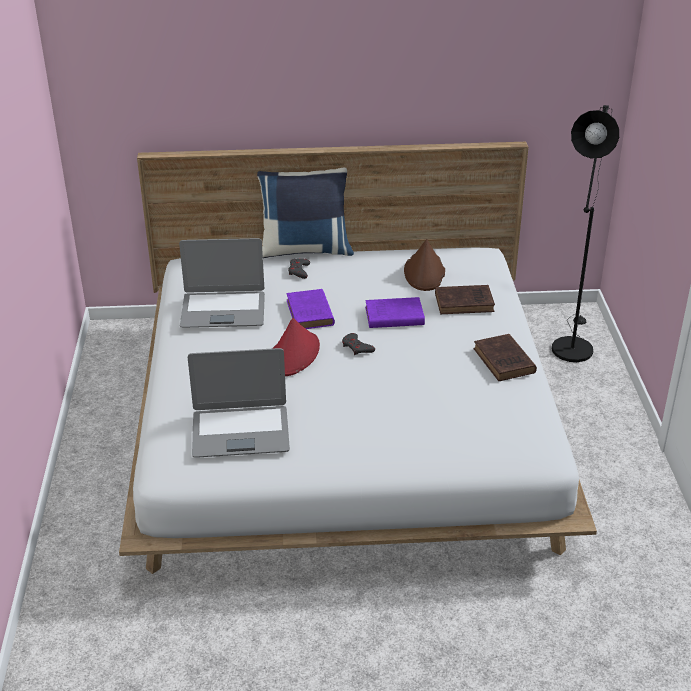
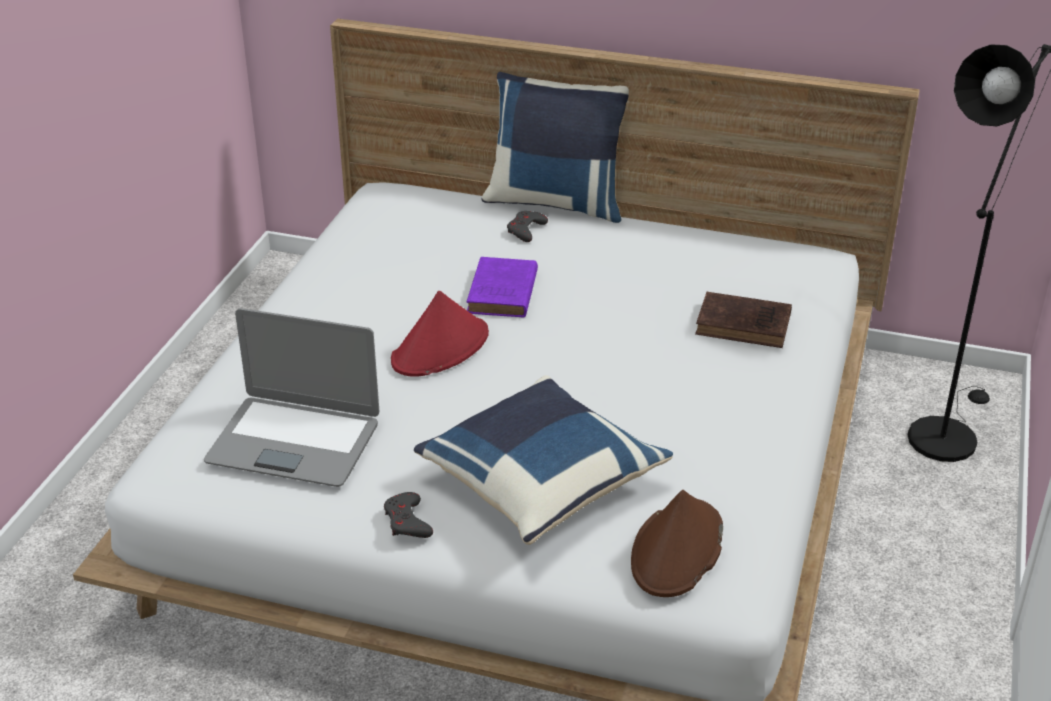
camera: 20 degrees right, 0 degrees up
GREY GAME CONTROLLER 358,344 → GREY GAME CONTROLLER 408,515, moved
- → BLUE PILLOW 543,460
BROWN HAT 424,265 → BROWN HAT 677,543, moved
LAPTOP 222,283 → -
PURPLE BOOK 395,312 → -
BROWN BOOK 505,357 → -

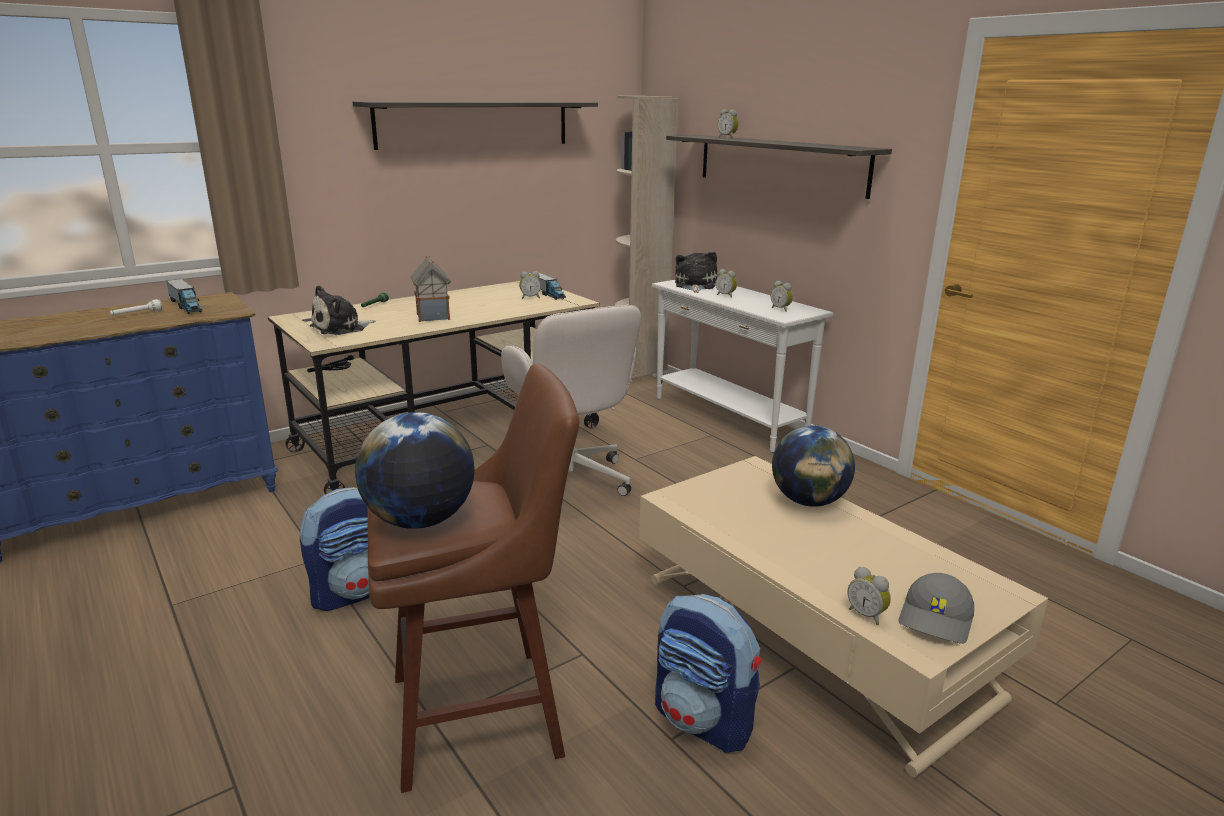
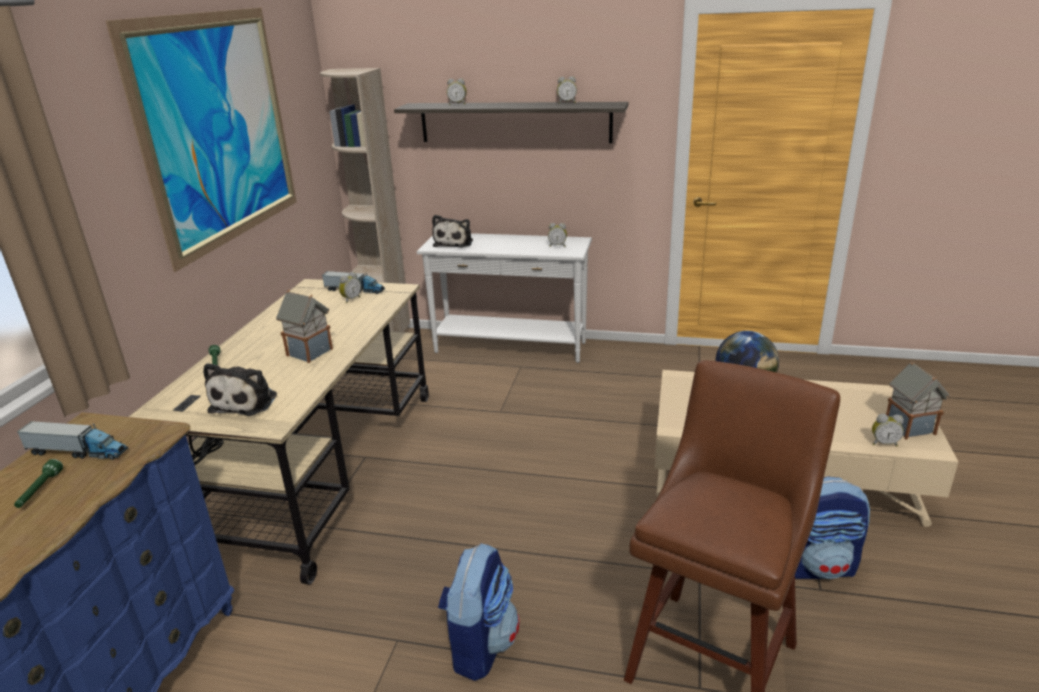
camera: 40 degrees left, 5 degrees up
WHITE FLASHLIGHT 135,307 → GREEN FLASHLIGHT 38,483
SHELF 475,126 → PICTURE 201,140
PLUSH TOY 696,272 → PLUSH TOY 452,231, 135 degrees counterclockwise
ALARM CLOCK 726,283 → ALARM CLOCK 567,90, moved
GREY CAP 936,608 → TOY HOUSE 917,401
GLOBE 414,470 → -
WHITE OFFICE CHAIR 571,407 → -

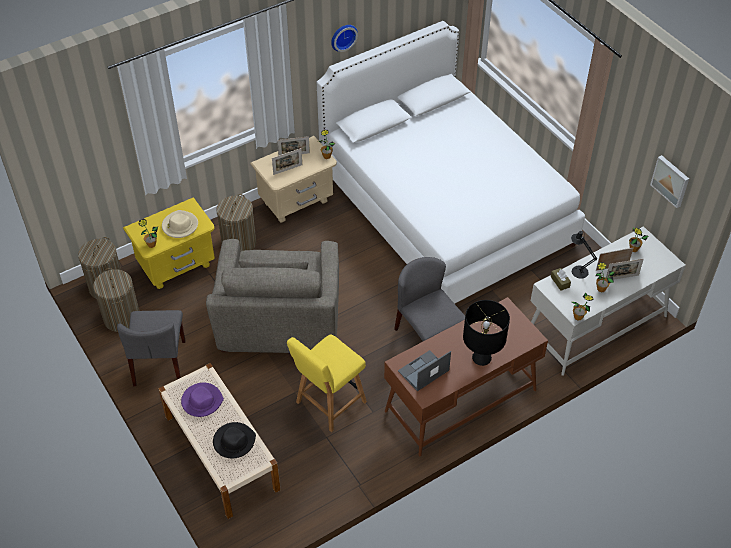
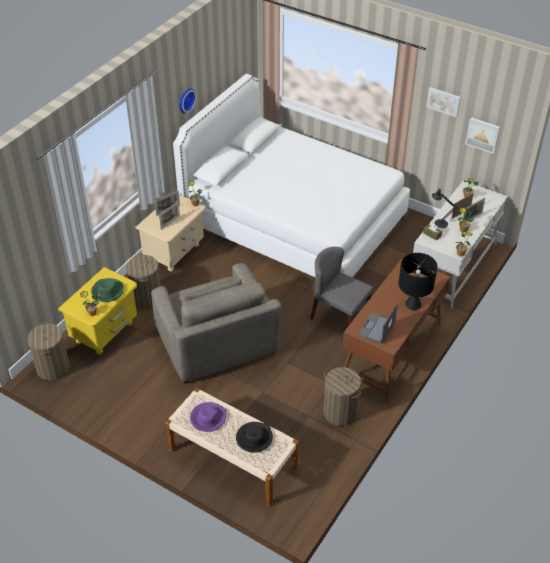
camera: 25 degrees left, 5 degrees down
BEIGE HAT 180,224 → GREEN HAT 107,290
LAUNDRY BASKET 116,300 → LAUNDRY BASKET 342,396, moved
- → PICTURE 443,102
GREY CHAIR 151,348 → -
YELLOW CHAIR 327,383 → -

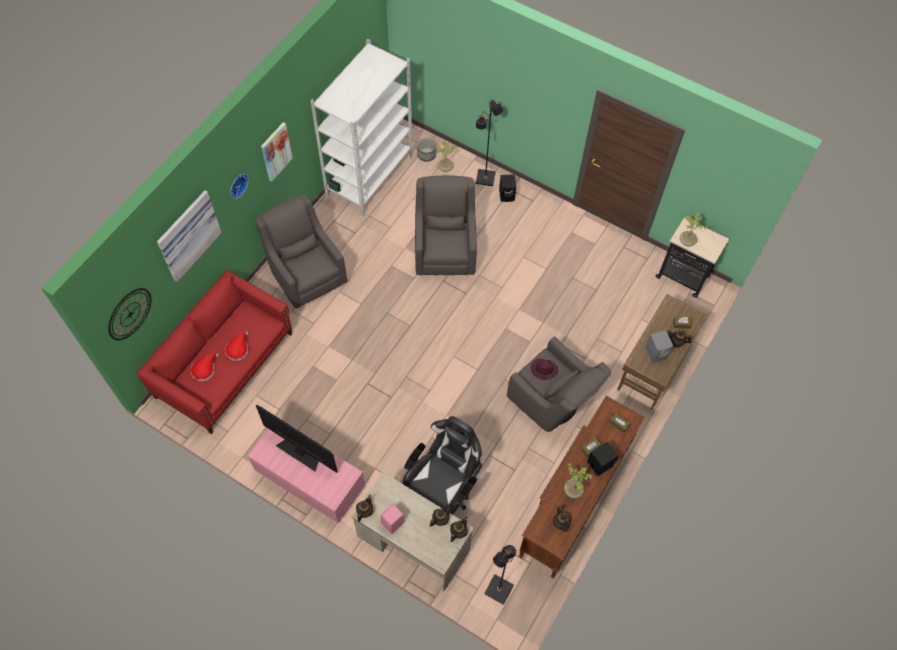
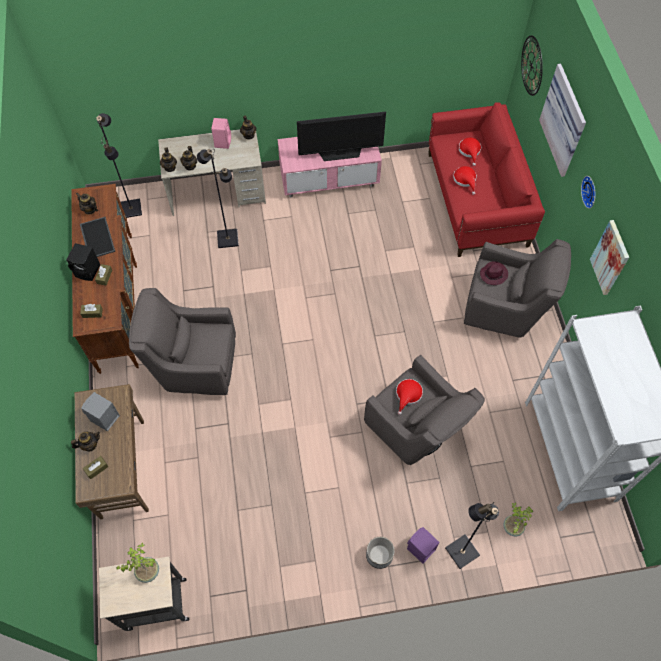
camera: 140 degrees right, 0 degrees up
POTTED PLANT 578,480 → TRAY 97,237
BLACK OFFICE CHAIR 442,465 → BLACK FLOOR LAMP 218,198
PLANTER 426,150 → PLANTER 380,553, moved
- → RED HAT 409,397
BLACK SPEAKER 507,188 → PURPLE SPEAKER 423,545
PURPLE HAT 544,369 → PURPLE HAT 494,273, moved

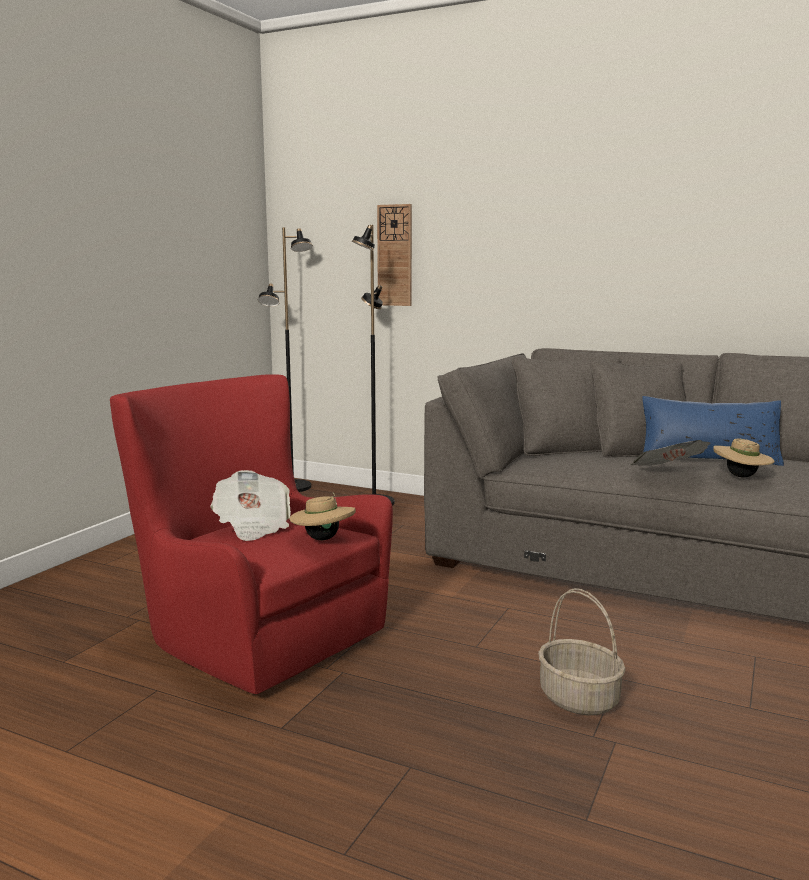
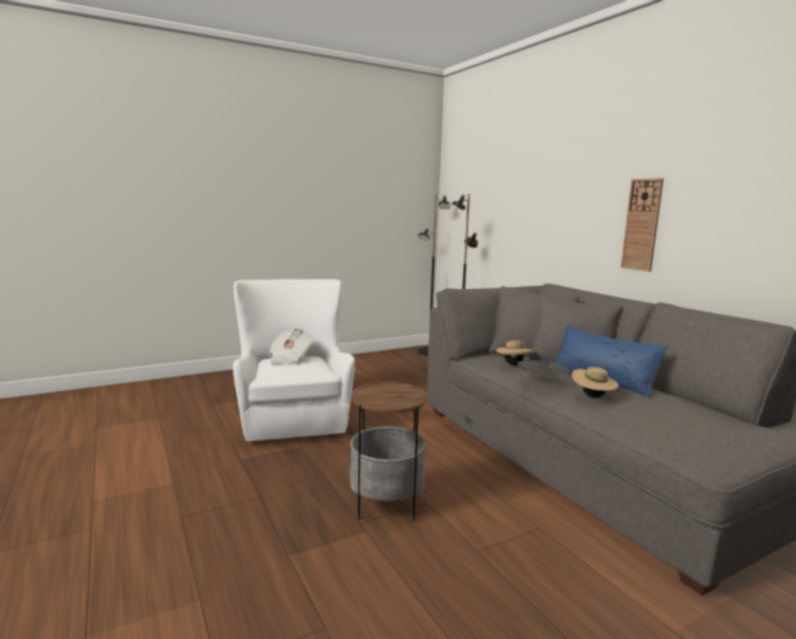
camera: 35 degrees right, 0 degrees up
RED ARMCHAIR 251,534 → WHITE ARMCHAIR 294,360
BASKET 582,652 → SIDE TABLE 388,451
BEIGE HAT 323,516 → BEIGE HAT 515,352, moved
WALL CLOCK 394,255 → WALL CLOCK 642,225, moved

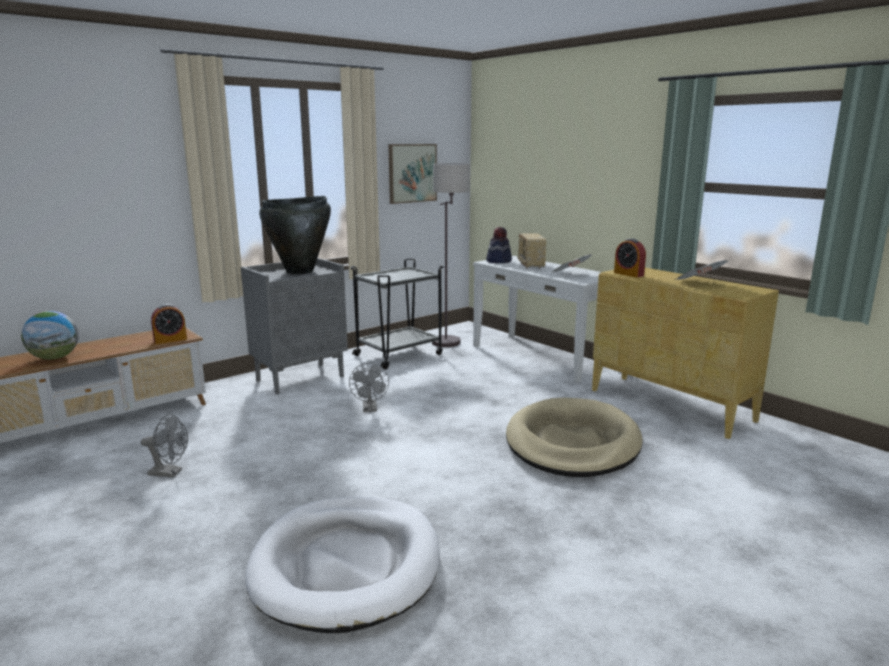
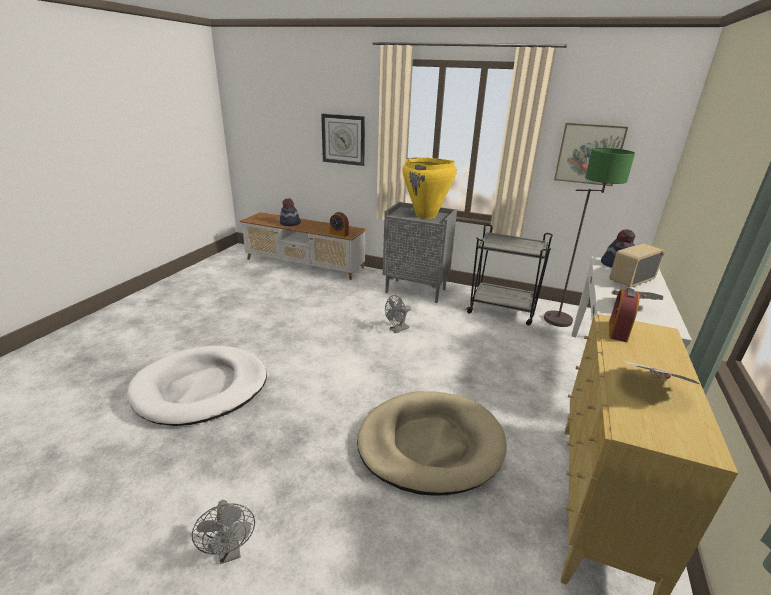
camera: 60 degrees right, 10 degrees up
GREY FAN 164,445 → GREY FAN 223,532, moved
GLOBE 50,335 → HAT 290,212
- → WALL CLOCK 343,140
BLACK VASE 295,235 → YELLOW VASE 429,188
GREY FLOOR LAMP 451,255 → GREEN FLOOR LAMP 589,237

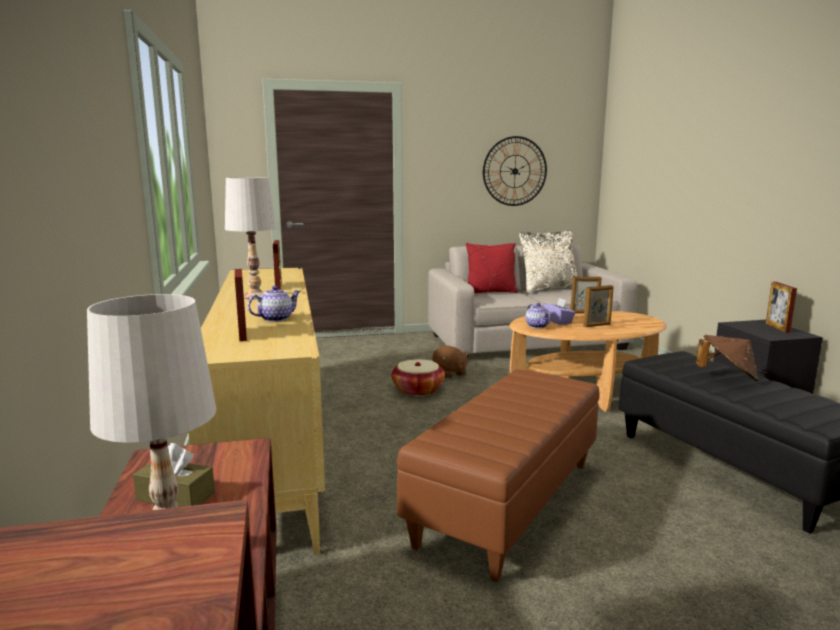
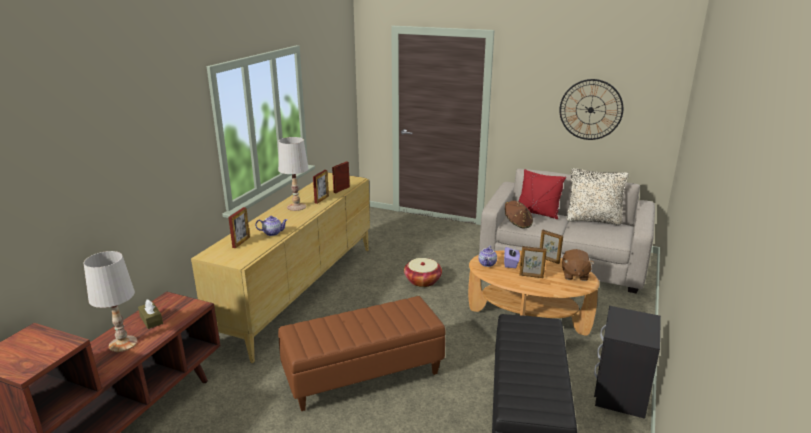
camera: 35 degrees right, 10 degrees up
PICTURE FRAME 781,307 → PICTURE FRAME 341,177, moved
BROWN HAT 727,358 → BROWN HAT 519,214, moved
BROWN PLUSH TOY 450,362 → BROWN PLUSH TOY 578,265, moved

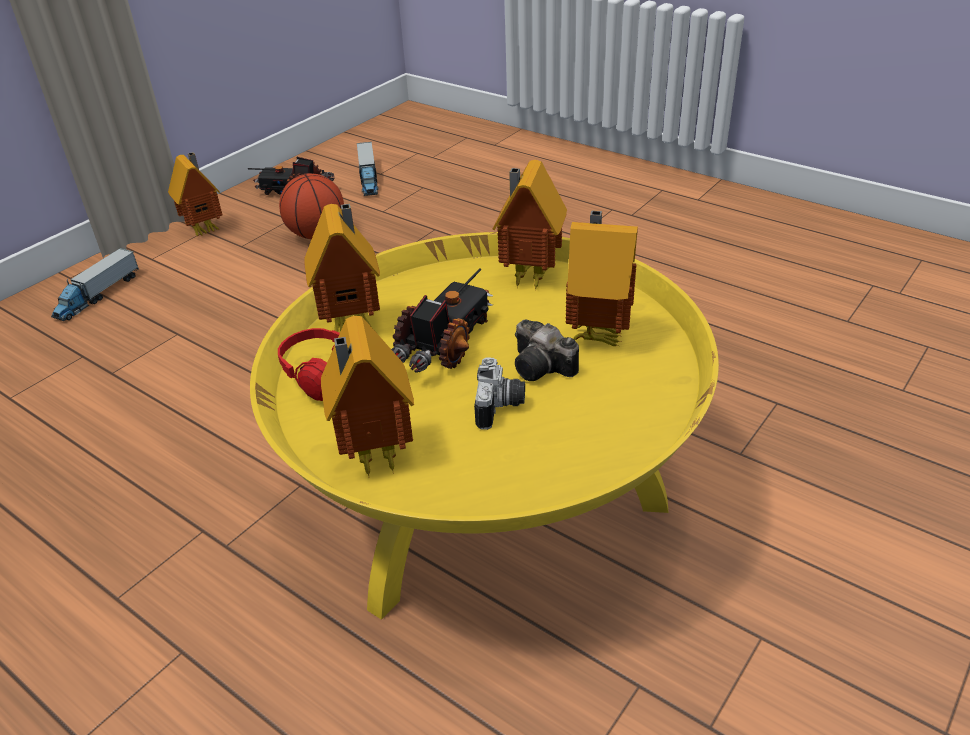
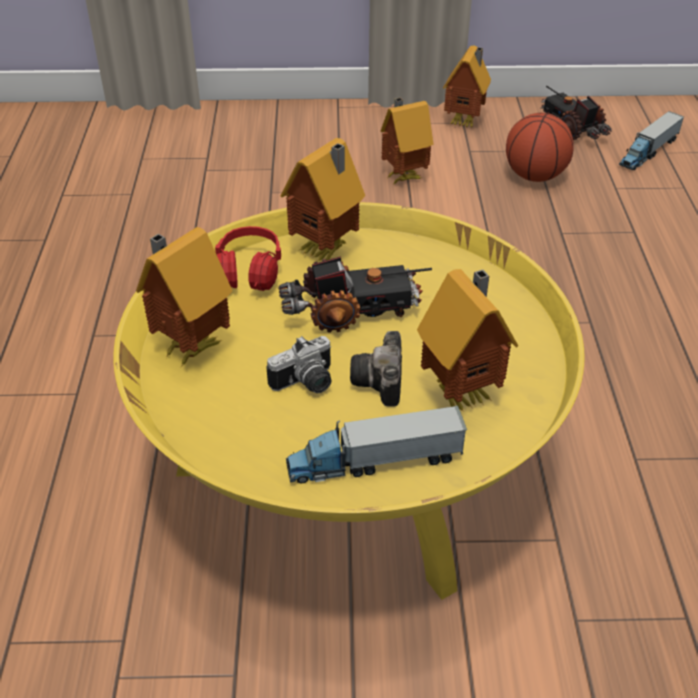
camera: 50 degrees right, 5 degrees up
TOY TRUCK 95,284 → TOY TRUCK 376,445, moved
TOY HOUSE 530,225 → TOY HOUSE 407,141, moved

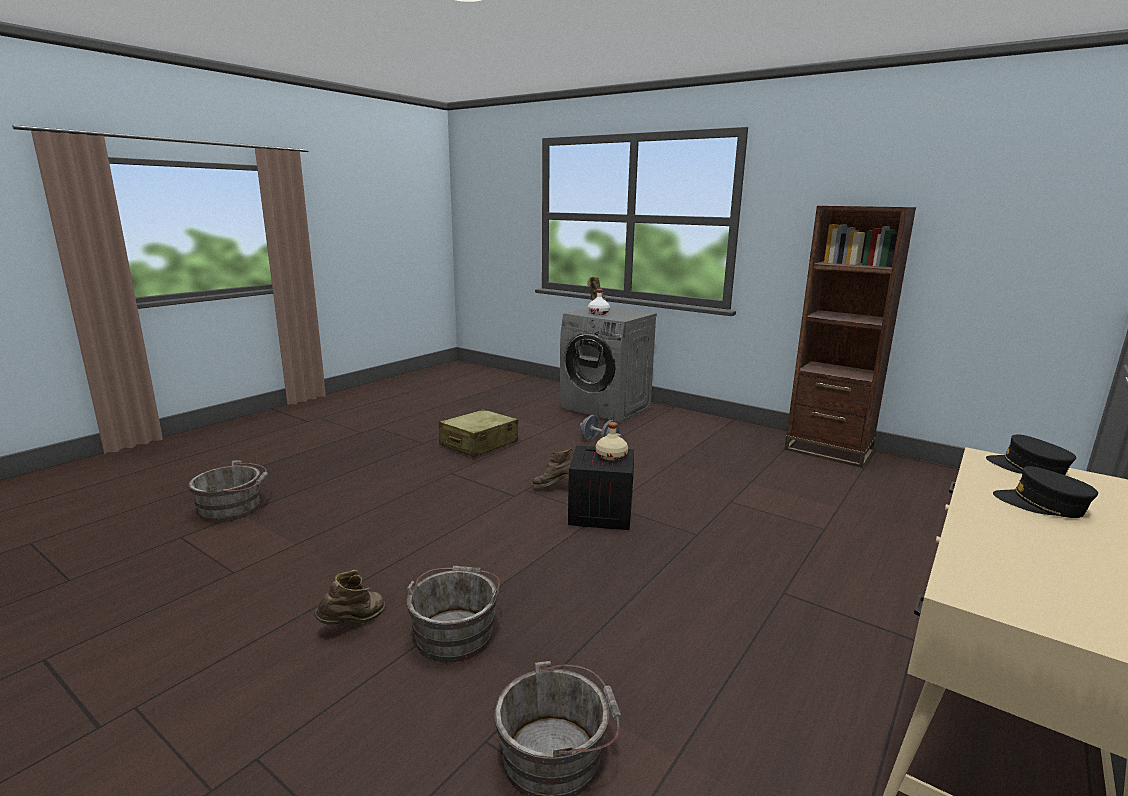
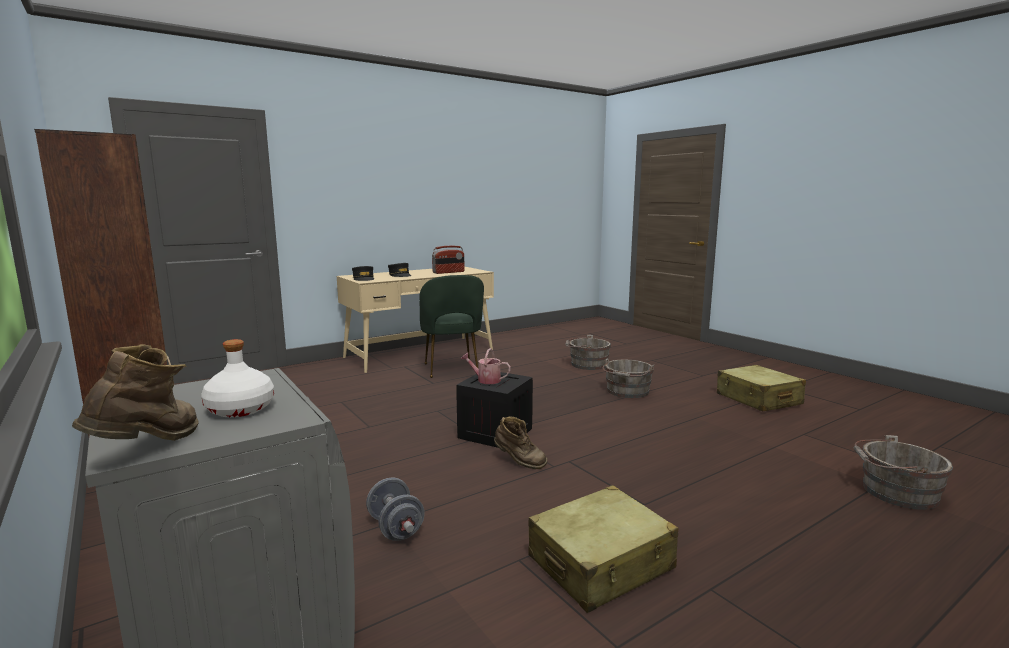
camera: 160 degrees left, 5 degrees down
- → GREEN CHAIR 451,326
- → RADIO 448,260
BEIGE BOTTLE 612,441 → WATERING CAN 486,366
- → BEIGE SUITCASE 761,388
BROWN BOOT 349,597 → -

